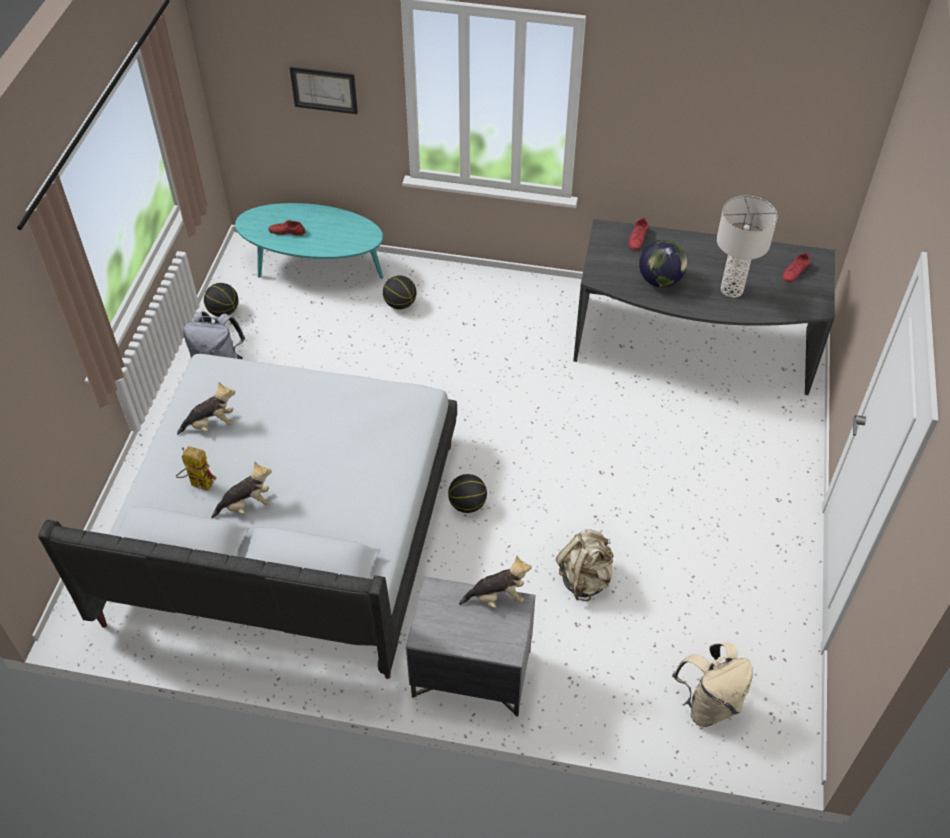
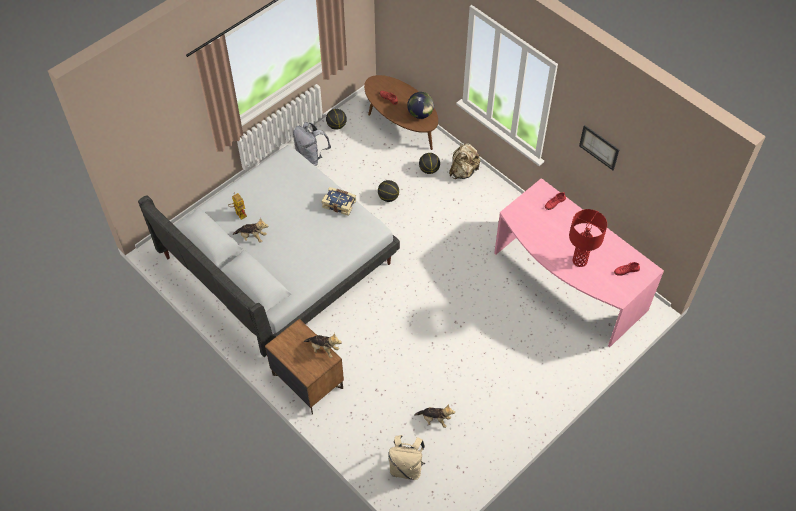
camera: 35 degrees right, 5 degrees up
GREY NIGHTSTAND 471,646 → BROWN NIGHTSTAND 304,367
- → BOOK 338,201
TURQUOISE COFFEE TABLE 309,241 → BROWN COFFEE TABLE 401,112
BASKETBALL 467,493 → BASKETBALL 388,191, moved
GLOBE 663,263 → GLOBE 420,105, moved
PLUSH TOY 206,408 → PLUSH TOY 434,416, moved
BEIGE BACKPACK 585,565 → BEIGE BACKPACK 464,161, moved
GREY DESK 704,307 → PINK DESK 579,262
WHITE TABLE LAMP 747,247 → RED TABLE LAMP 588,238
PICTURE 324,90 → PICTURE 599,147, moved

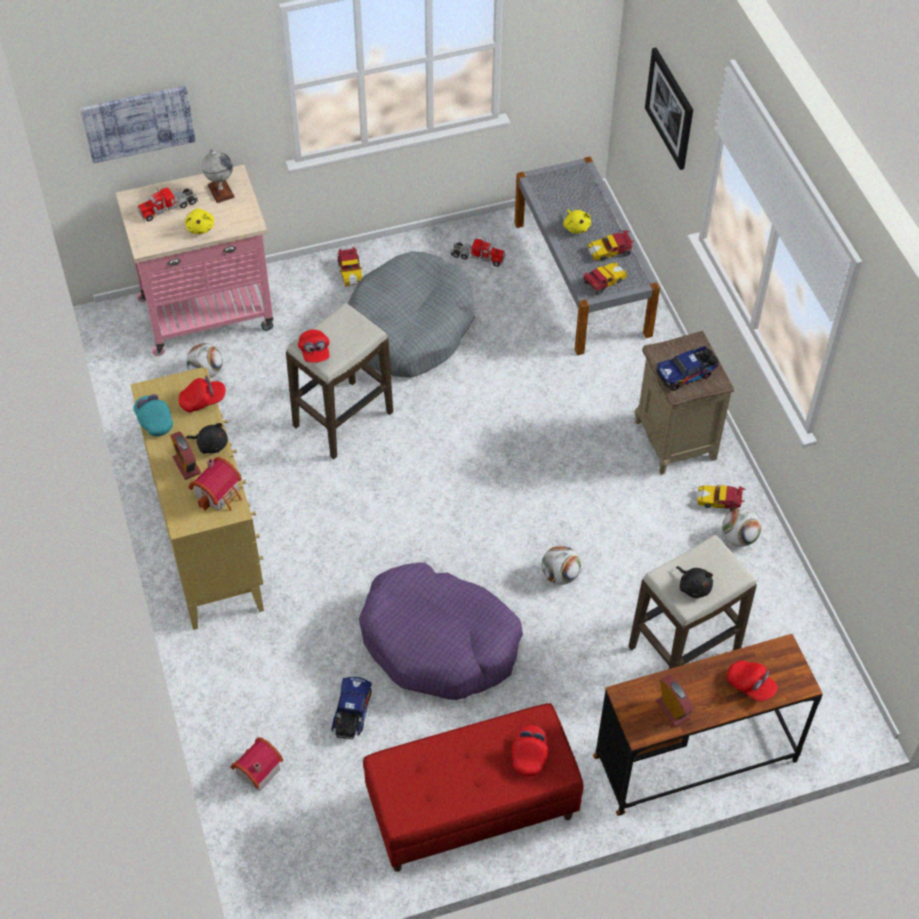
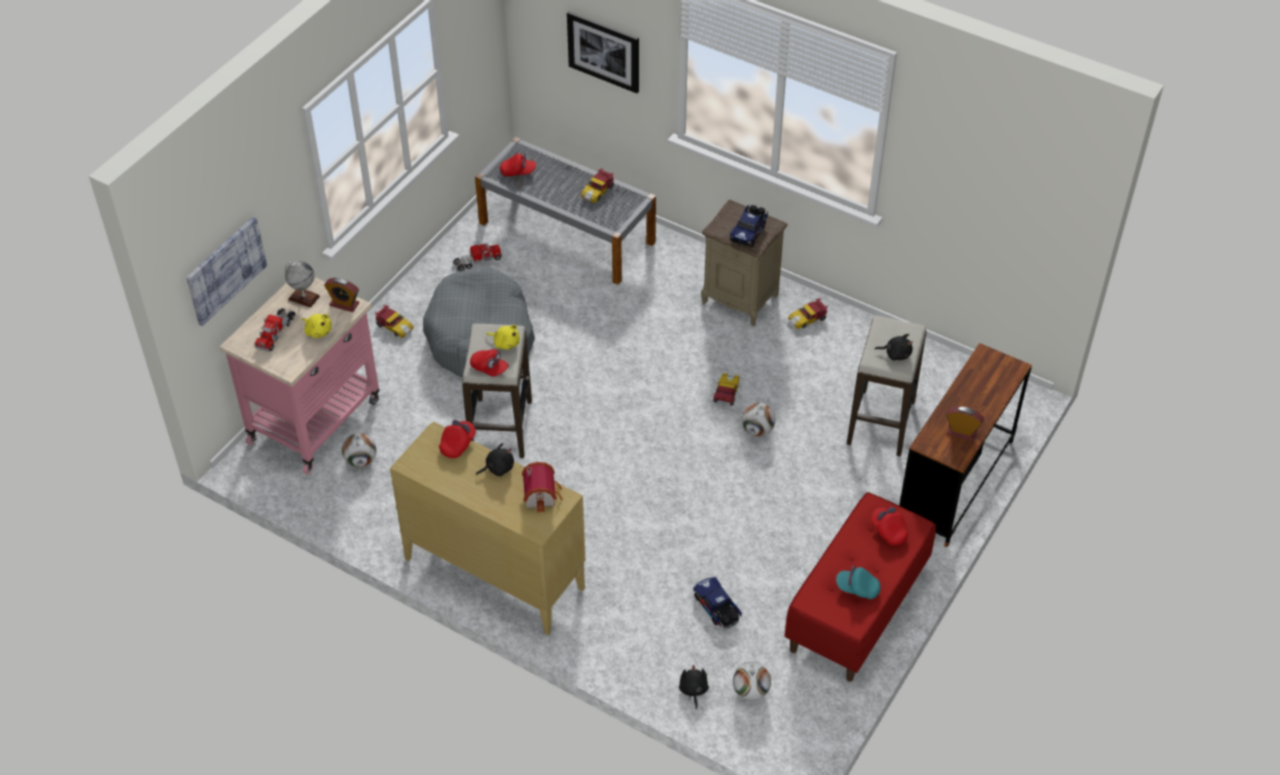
camera: 40 degrees left, 5 degrees down
ALARM CLOCK 185,456 → ALARM CLOCK 341,295, moved
YELLOW PLUSH TOY 577,222 → YELLOW PLUSH TOY 503,337, moved
RED CAP 752,681 → RED CAP 518,165, moved
TOY HOUSE 256,764 → BLACK PLUSH TOY 694,687
TOY CAR 605,278 → TOY CAR 726,389, moved
FOOTBALL 742,527 → FOOTBALL 752,681, moved
TURQUOISE CAP 153,415 → TURQUOISE CAP 858,582, moved
PURPLE DOG BED 441,631 → -

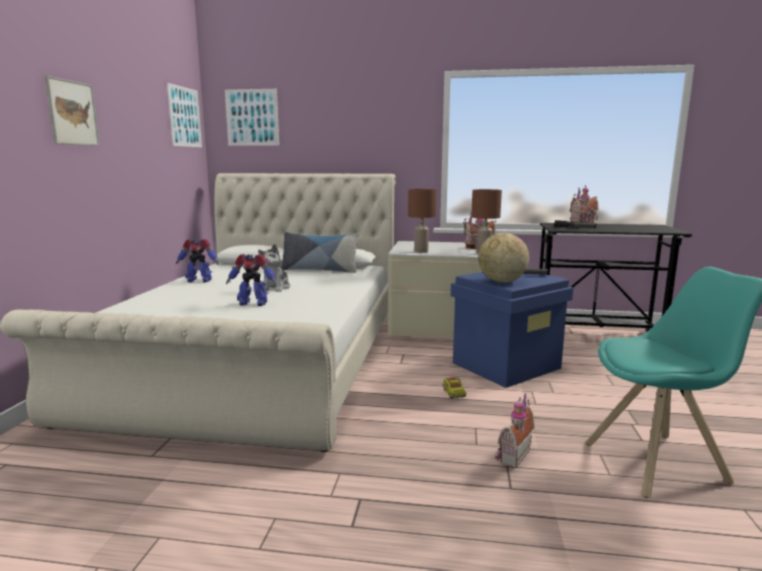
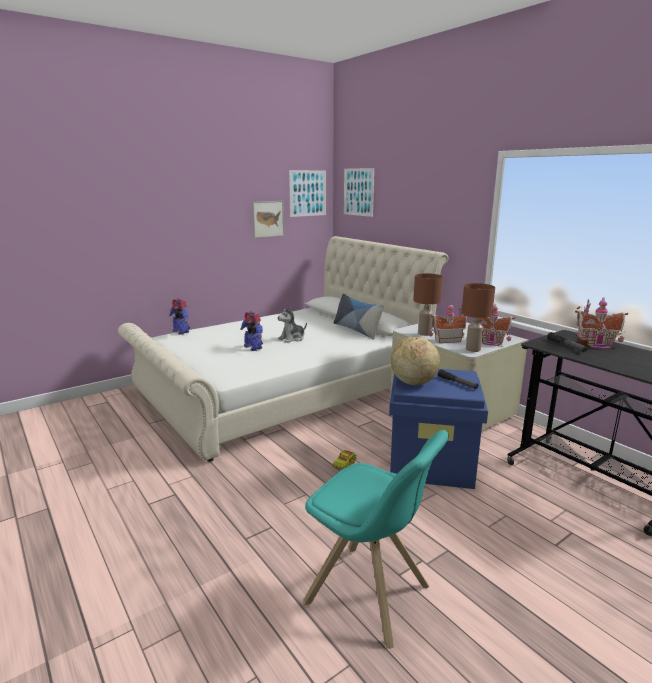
camera: 45 degrees right, 5 degrees up
TOY ROBOT 197,260 → TOY ROBOT 179,317, moved
PICTURE 72,111 → PICTURE 268,219, moved
TOY HOUSE 515,430 → TOY HOUSE 448,323, moved

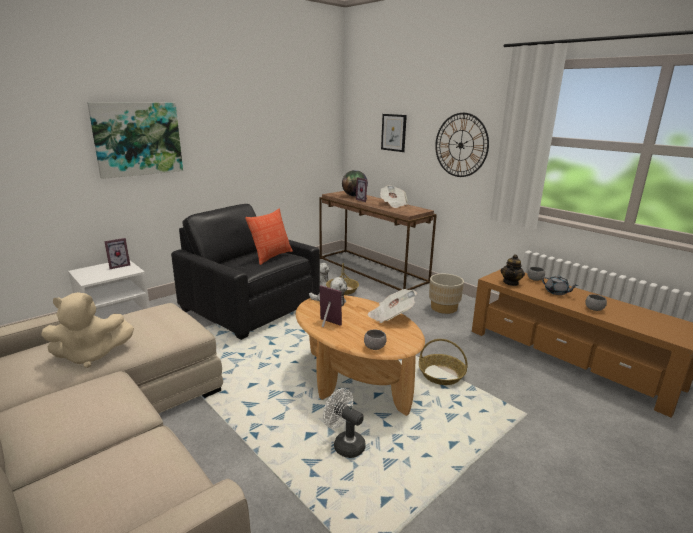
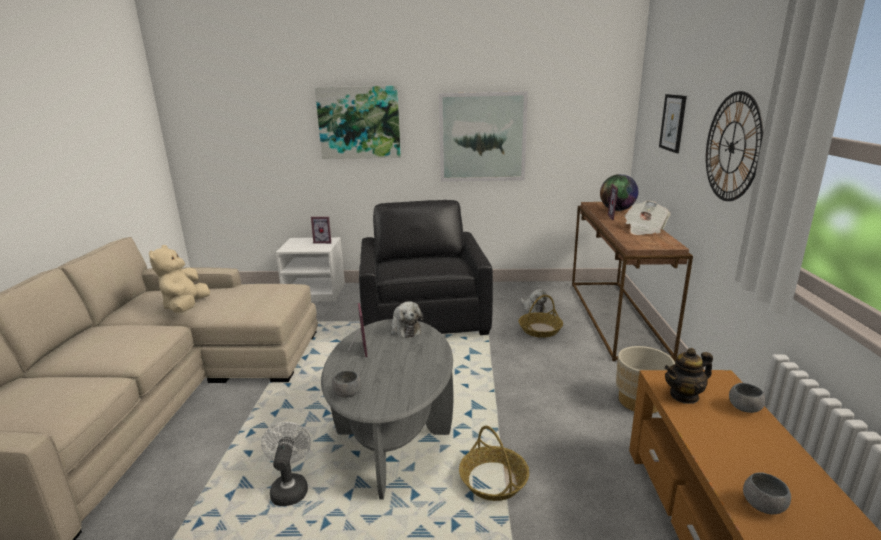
camera: 45 degrees right, 0 degrees up
BEIGE PLUSH TOY 87,330 → BEIGE PLUSH TOY 179,279, 60 degrees clockwise
BROWN COFFEE TABLE 360,355 → GREY COFFEE TABLE 387,409
- → PICTURE 483,136
ORANGE PILLOW 269,236 → -
NEWSPAPER 392,306 → -
GREY TEAPOT 560,285 → -

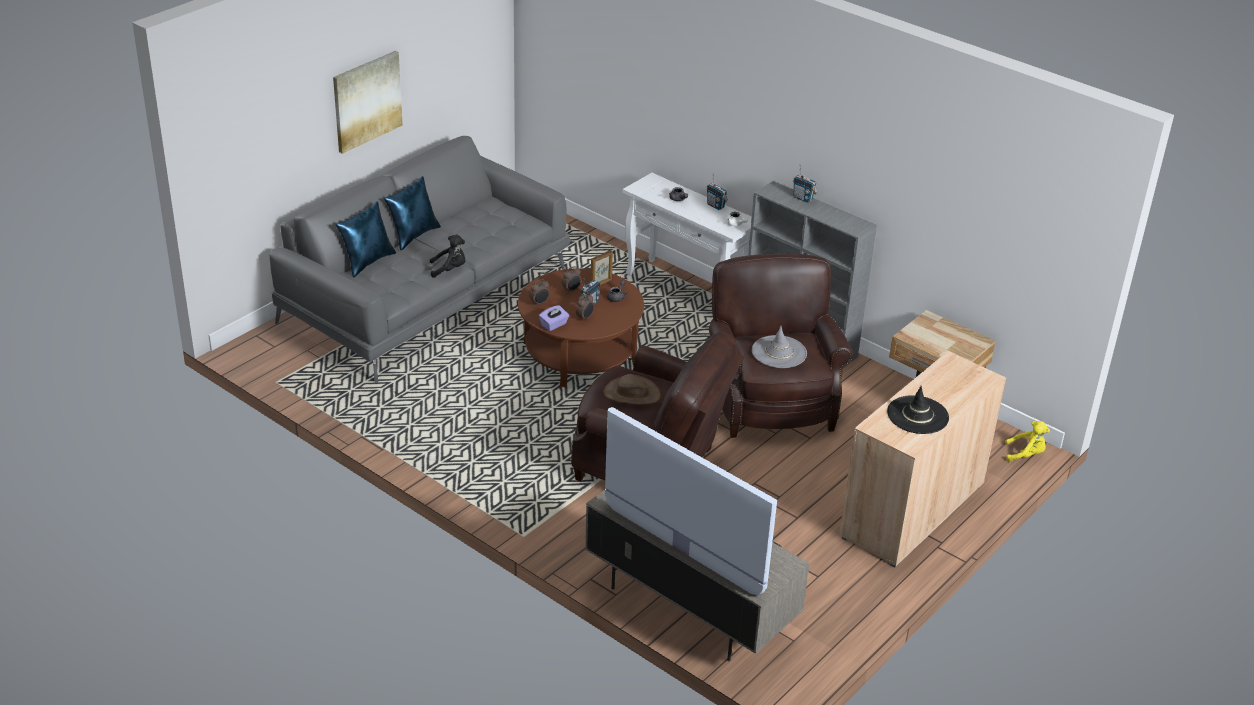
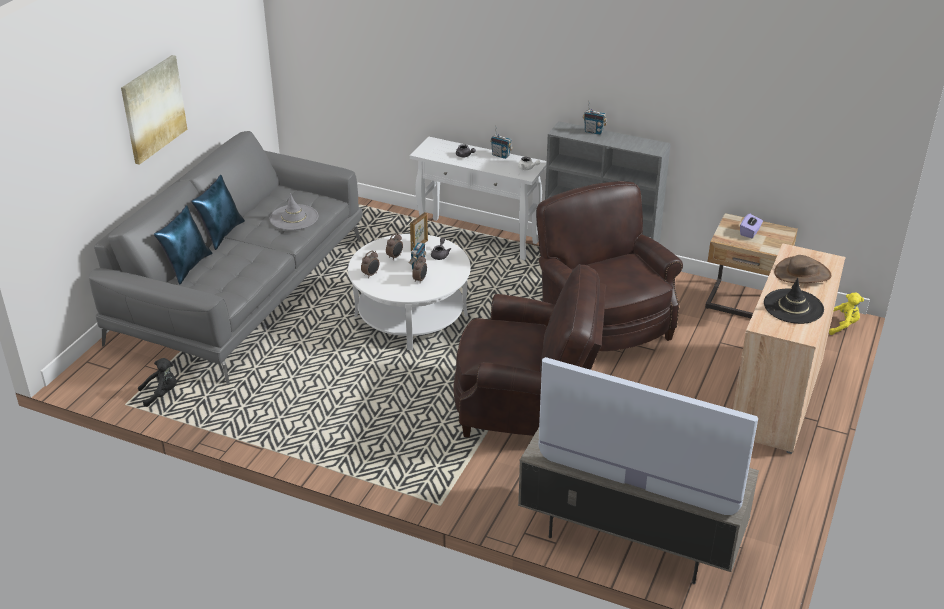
camera: 15 degrees left, 0 degrees up
BLACK PLUSH TOY 448,256 → BLACK PLUSH TOY 157,382, moved
GREY HAT 779,347 → GREY HAT 294,211, moved
BROWN COFFEE TABLE 581,327 → WHITE COFFEE TABLE 409,292
PURPLE TISSUE BOX 554,318 → PURPLE TISSUE BOX 751,226, moved
BROWN HAT 632,389 → BROWN HAT 803,269, moved

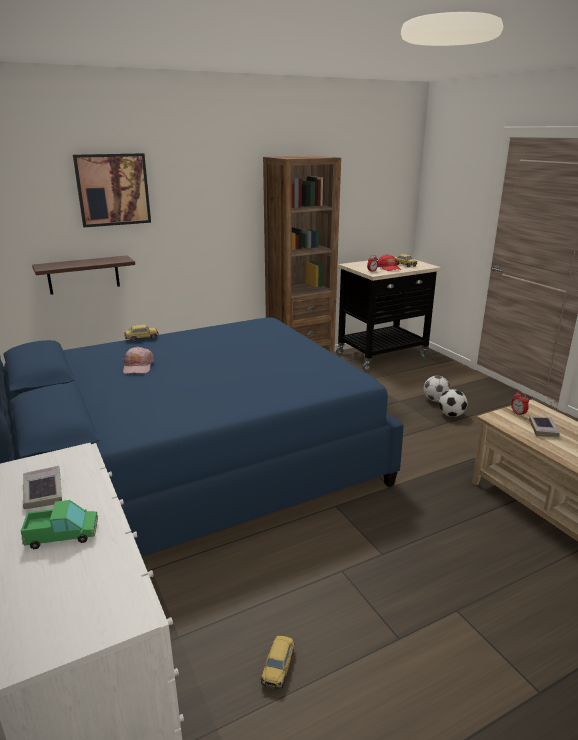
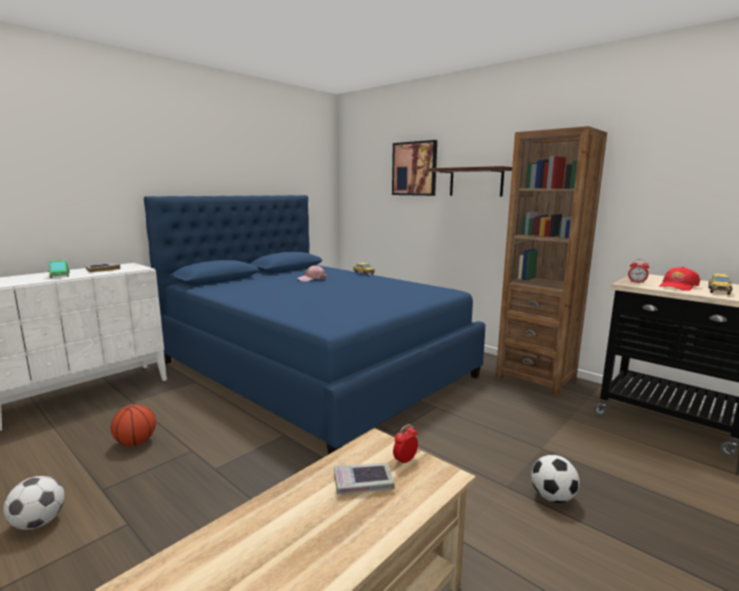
camera: 70 degrees right, 10 degrees down
FOOTBALL 437,389 → FOOTBALL 34,503, moved
- → BASKETBALL 133,425
SHELF 83,275 → SHELF 470,181, moved
TOY CAR 278,662 → -

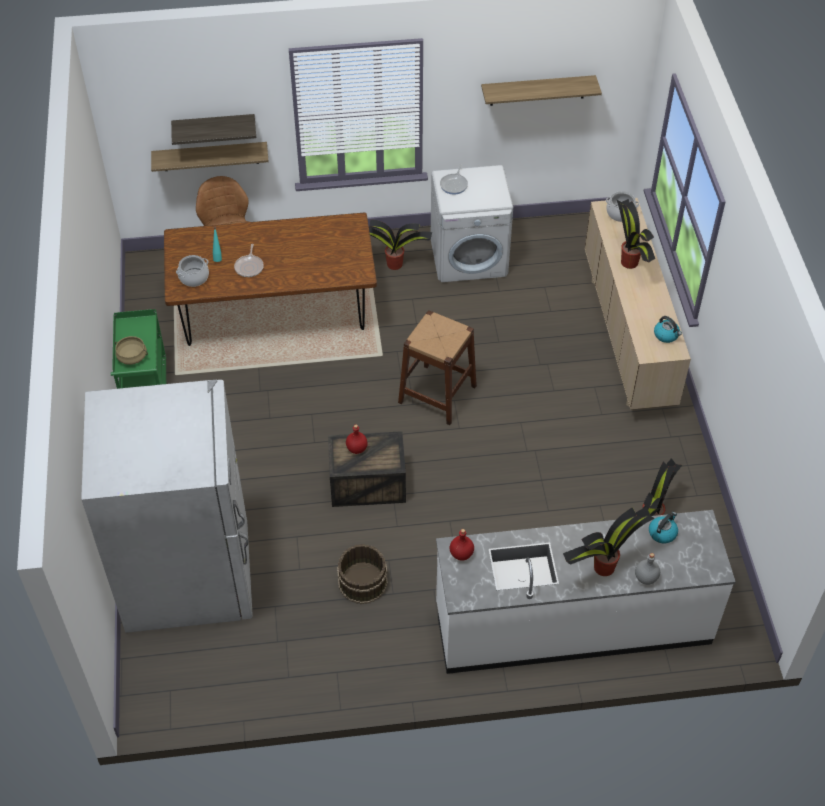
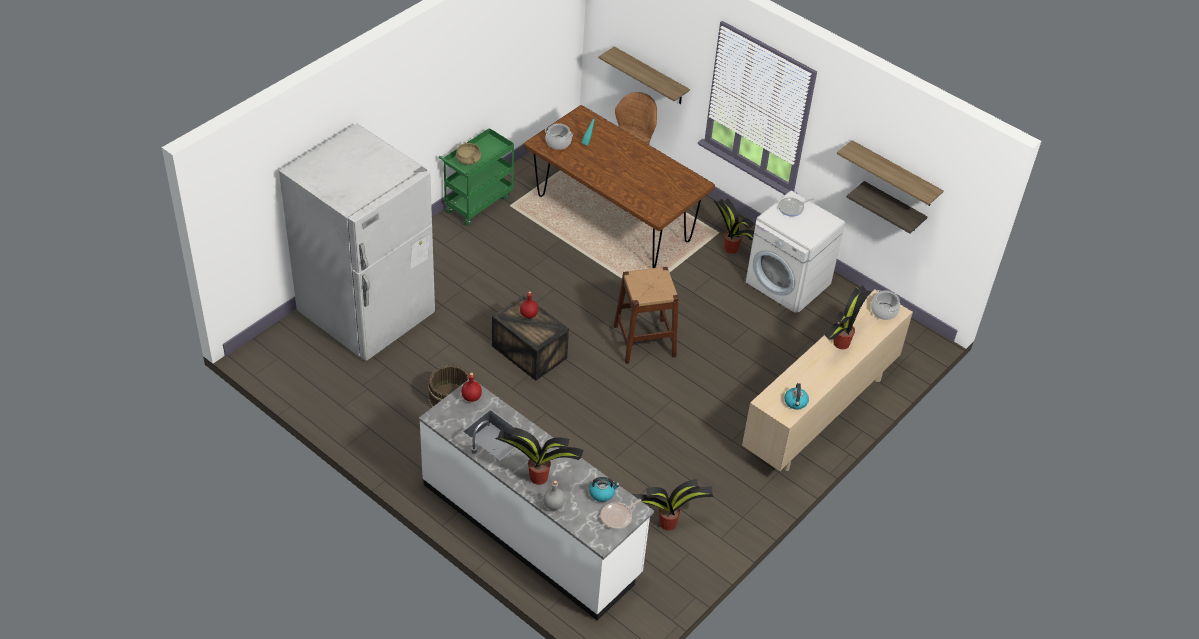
camera: 45 degrees right, 5 degrees down
FRYING PAN 249,260 → FRYING PAN 620,514, moved
SHELF 213,129 → SHELF 887,207, moved

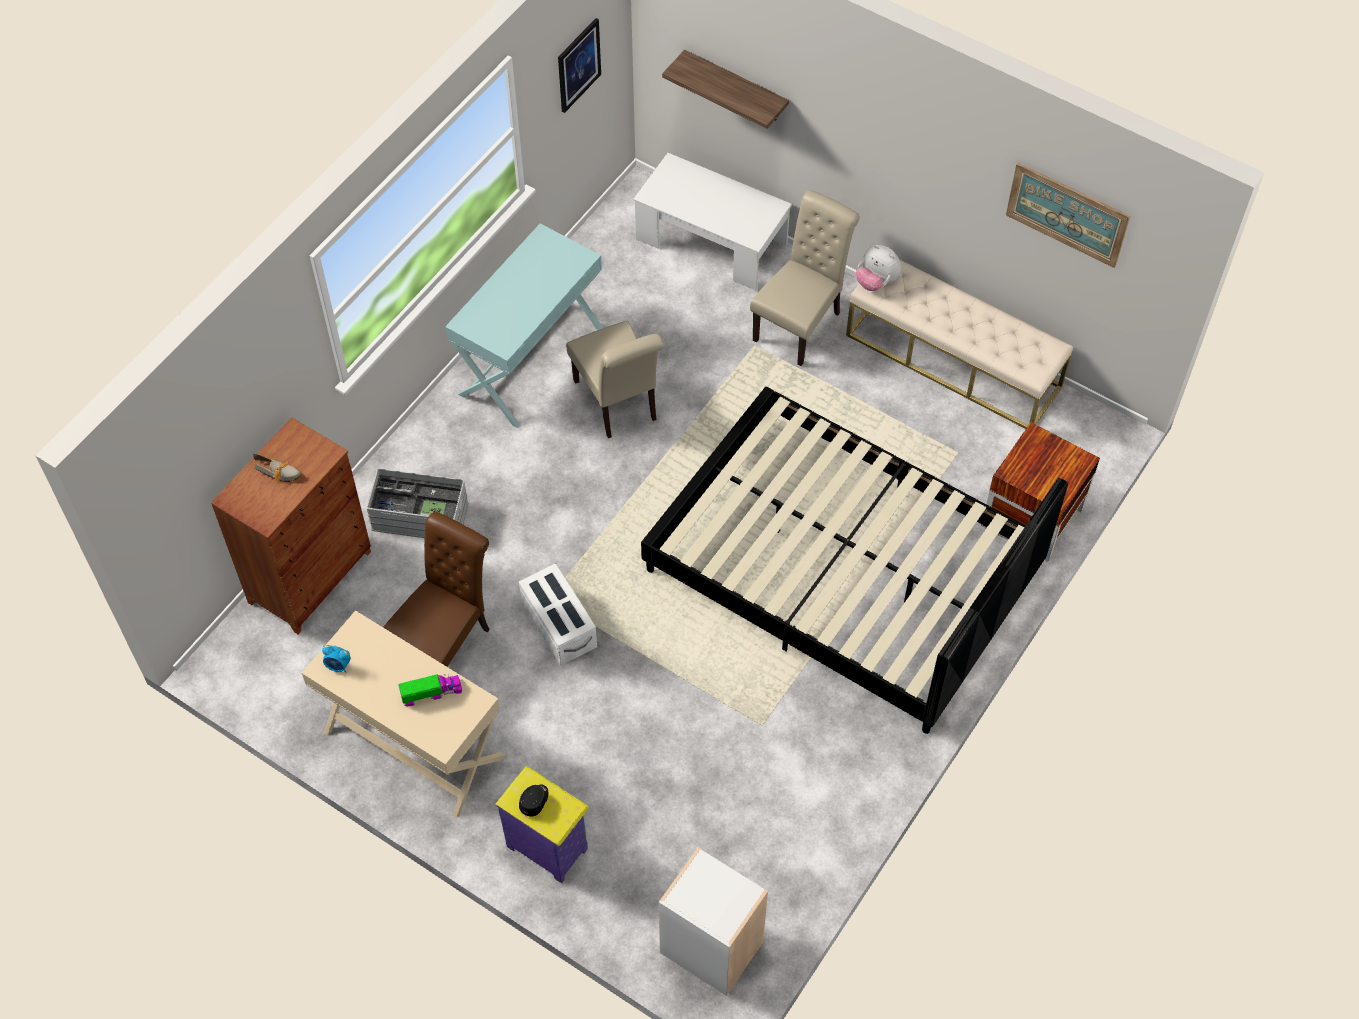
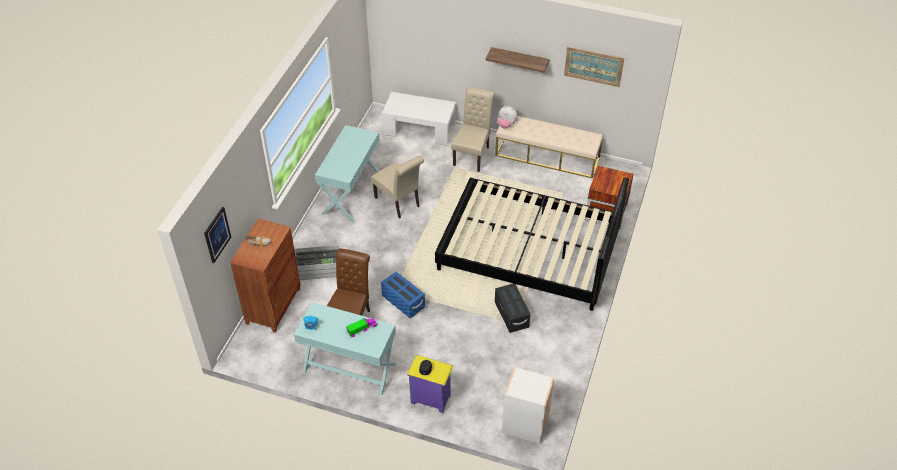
camera: 15 degrees left, 10 degrees down
PICTURE 579,65 → PICTURE 217,235, moved
BEIGE DESK 403,714 → TURQUOISE DESK 345,349
WHITE STORAGE BOX 558,614 → BLUE STORAGE BOX 403,295
SHELF 725,89 → SHELF 517,60, moved
- → BLACK STORAGE BOX 512,308

